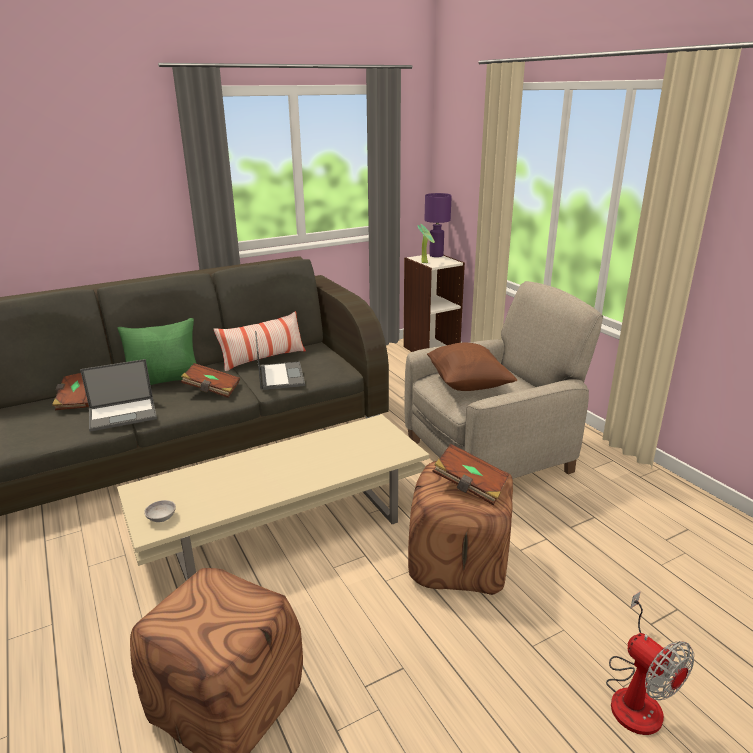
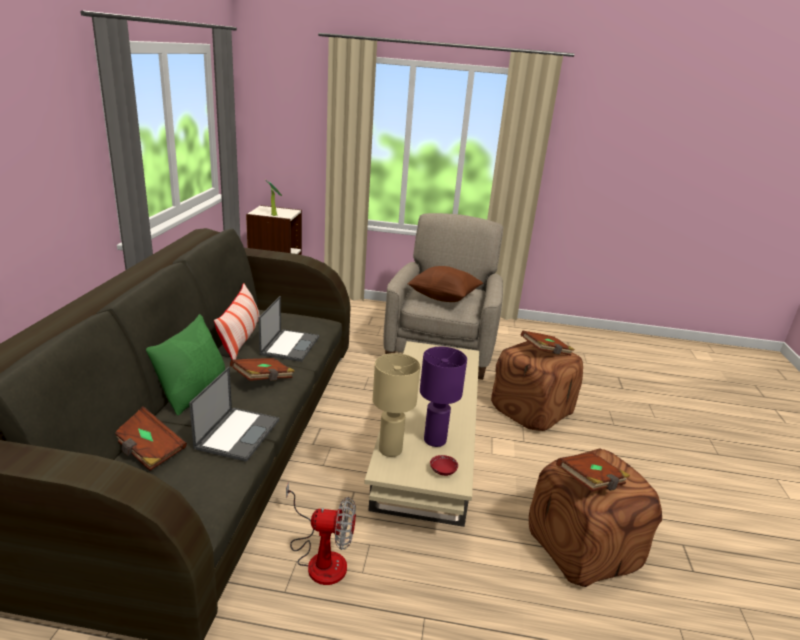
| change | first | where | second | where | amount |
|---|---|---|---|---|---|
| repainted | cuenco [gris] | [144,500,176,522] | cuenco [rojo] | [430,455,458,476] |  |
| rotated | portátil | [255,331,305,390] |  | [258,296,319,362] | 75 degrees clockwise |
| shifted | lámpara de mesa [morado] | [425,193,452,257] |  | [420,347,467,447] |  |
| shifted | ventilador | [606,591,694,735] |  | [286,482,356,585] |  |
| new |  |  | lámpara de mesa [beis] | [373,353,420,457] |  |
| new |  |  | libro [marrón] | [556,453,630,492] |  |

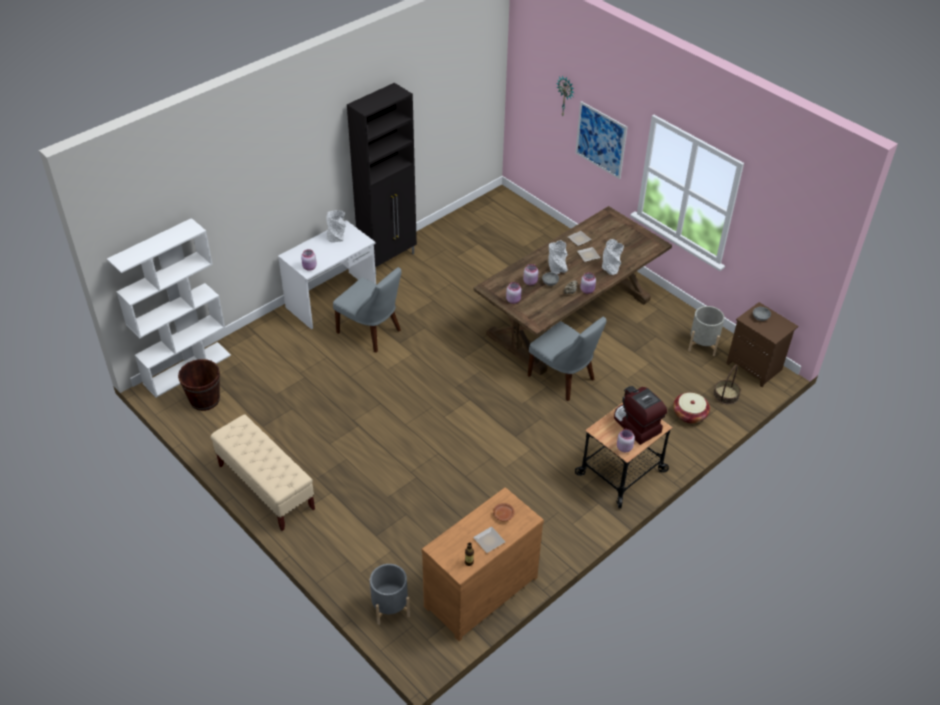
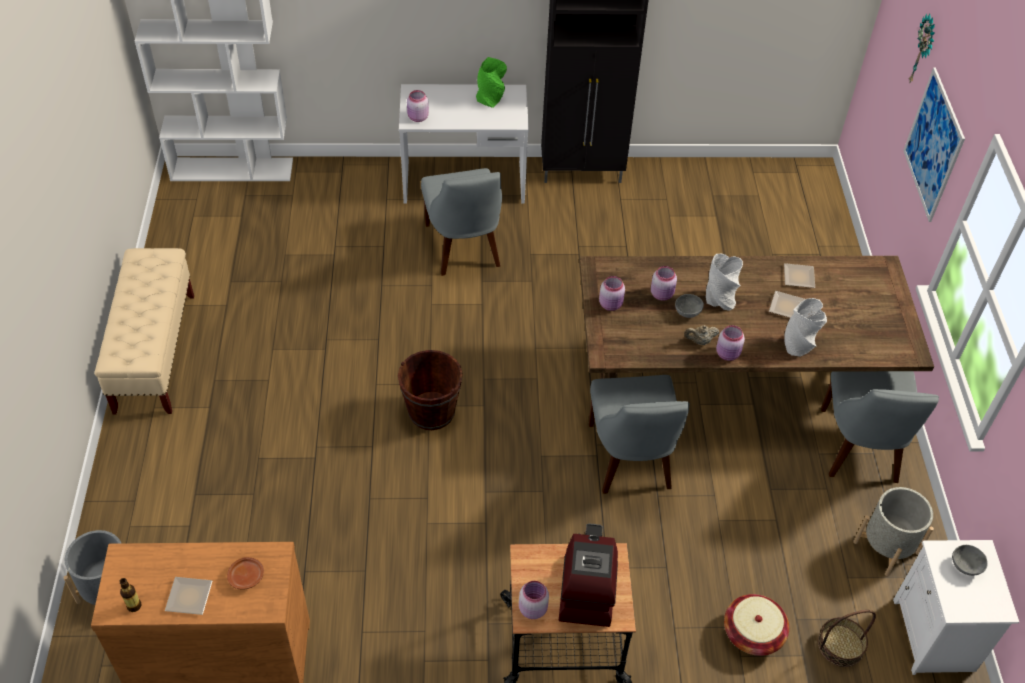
| change | first | where | second | where | amount |
|---|---|---|---|---|---|
| shifted | cubo [marrón] | [178,359,220,411] |  | [398,350,463,430] |  |
| repainted | florero [gris] | [326,210,346,242] | florero [verde] | [476,57,507,108] |  |
| repainted | mesita de noche [marrón] | [726,302,798,387] | mesita de noche [blanco] | [893,540,1019,675] |  |
| new |  |  | silla [gris] | [821,371,939,483] |  |

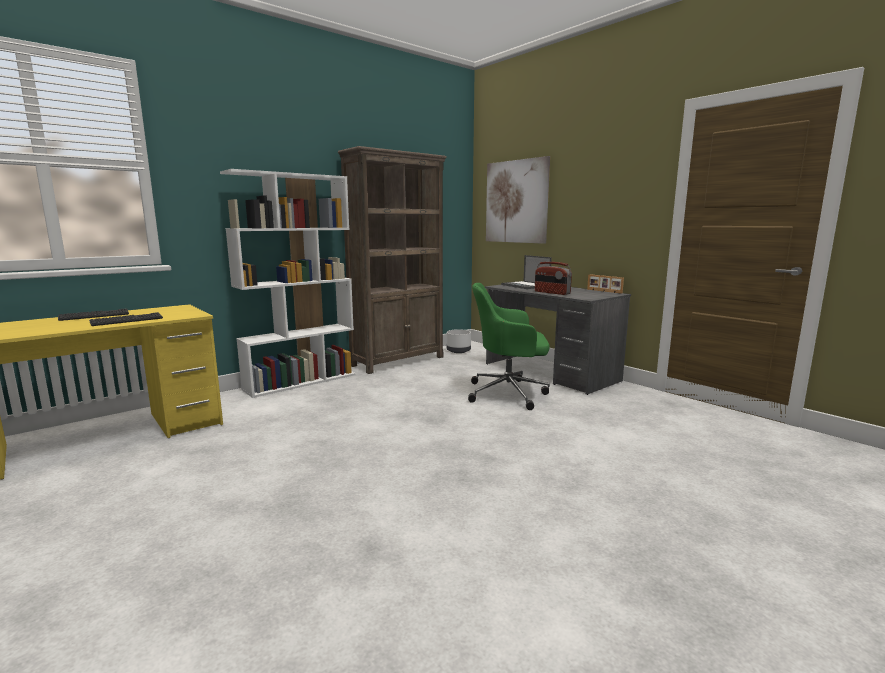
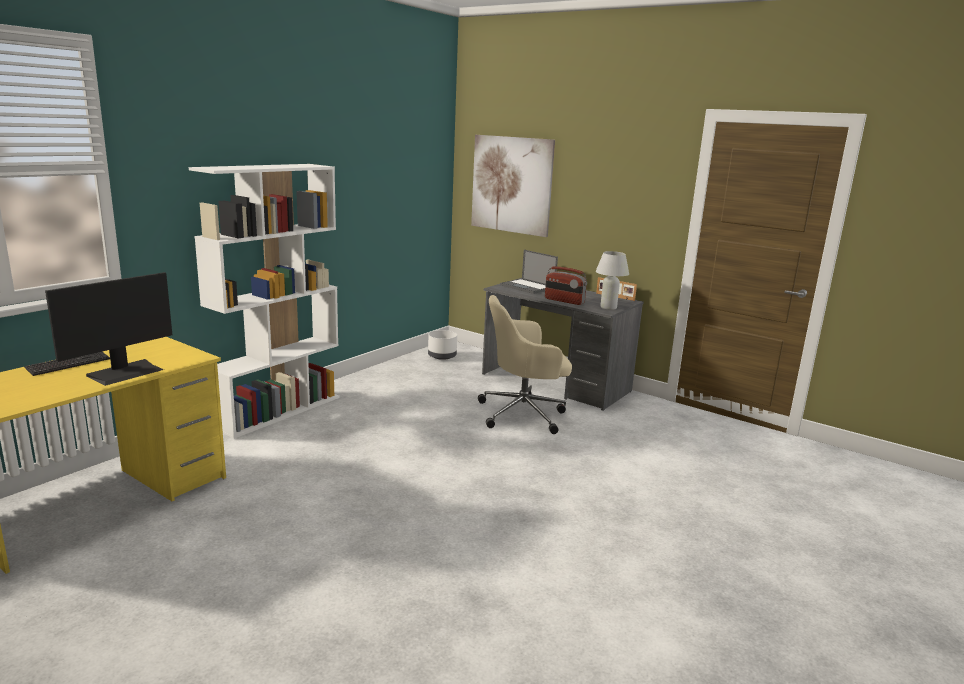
| change | first | where | second | where | amount |
|---|---|---|---|---|---|
| swapped | teclado | [89,312,163,326] | monitor | [45,272,172,386] |  |
| gone | estantería [marrón] | [338,146,447,374] |  |  |  |
| repainted | silla de oficina [verde] | [468,283,550,410] | silla de oficina [beis] | [478,295,572,434] |  |
| new |  |  | lámpara de mesa [blanco] | [596,251,629,310] |  |

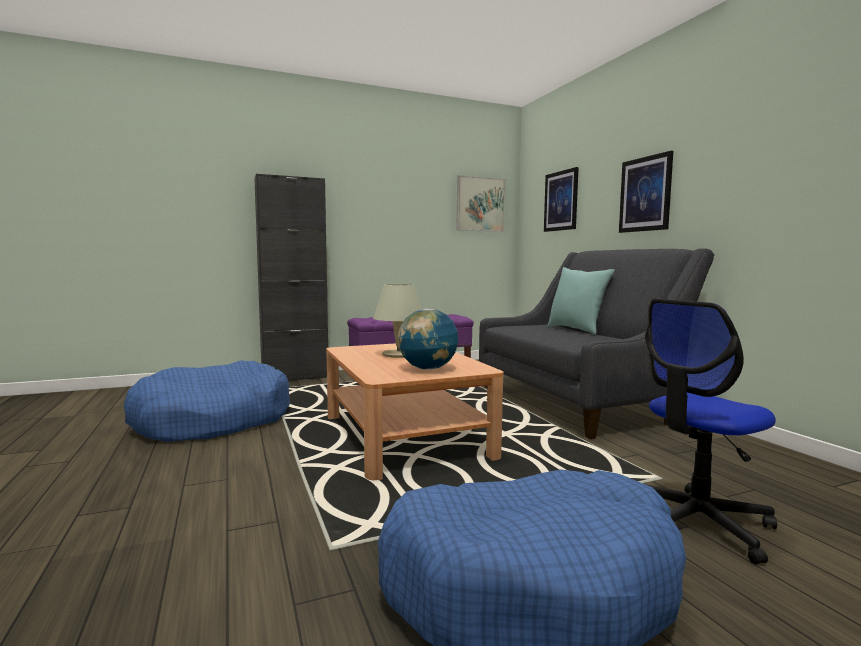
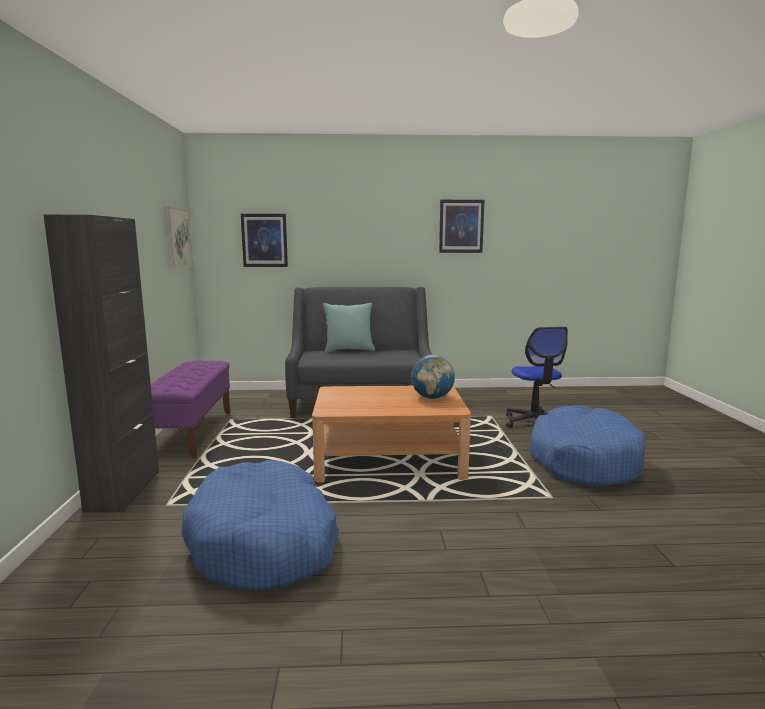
| change | first | where | second | where | amount |
|---|---|---|---|---|---|
| gone | lámpara de mesa [beis] | [373,284,422,358] |  |  |  |
| shifted | cuadro | [619,151,673,233] |  | [439,200,484,253] |  |

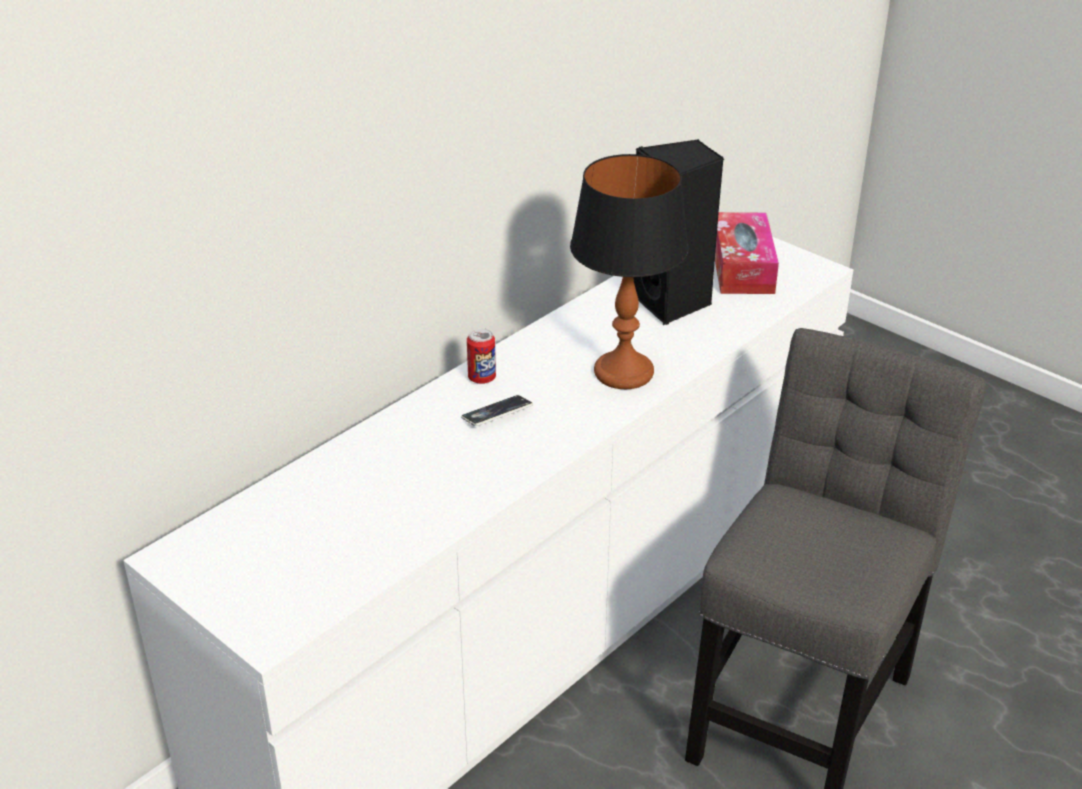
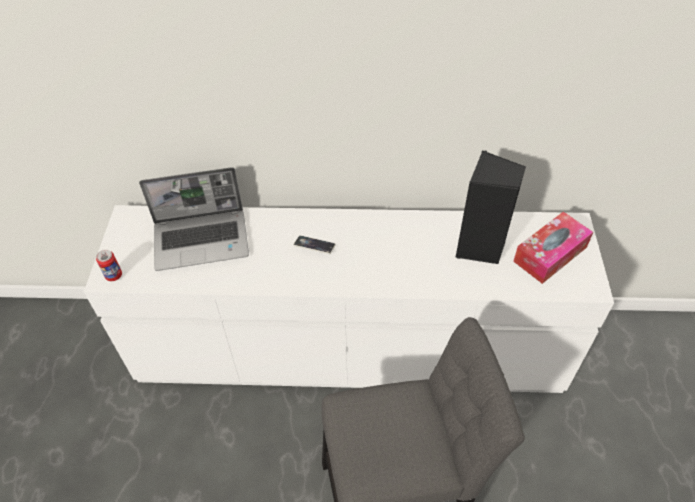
| change | first | where | second | where | amount |
|---|---|---|---|---|---|
| shifted | lata | [467,328,496,384] |  | [96,250,122,281] |  |
| gone | lámpara de mesa | [570,154,689,389] |  |  |  |
| new |  |  | portátil | [139,167,249,271] |  |

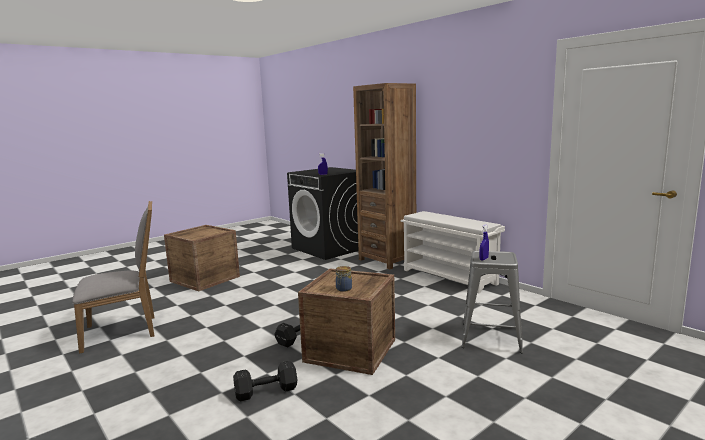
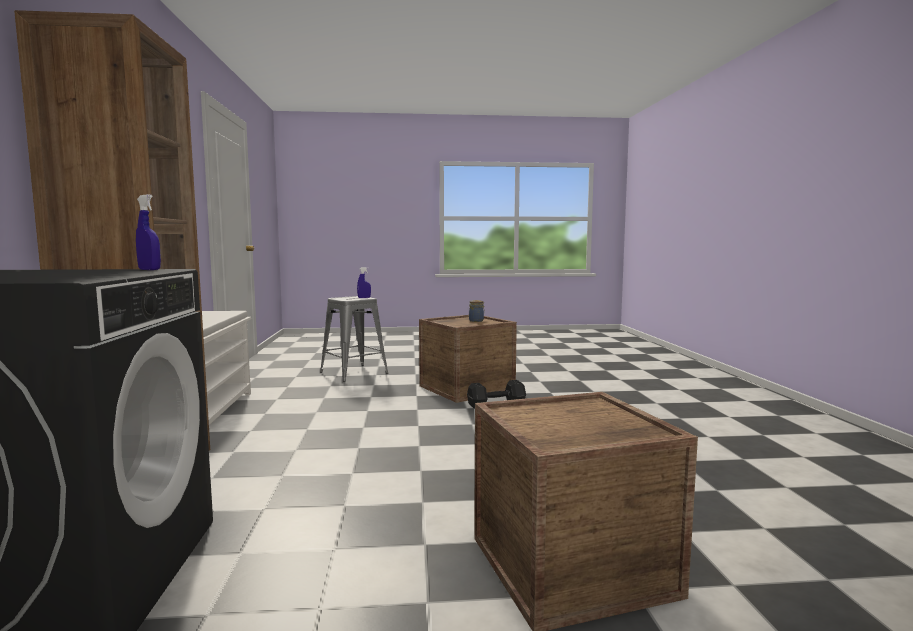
| change | first | where | second | where | amount |
|---|---|---|---|---|---|
| gone | silla [gris] | [72,201,155,354] |  |  |  |
| gone | mancuerna [negro] | [233,361,298,402] |  |  |  |

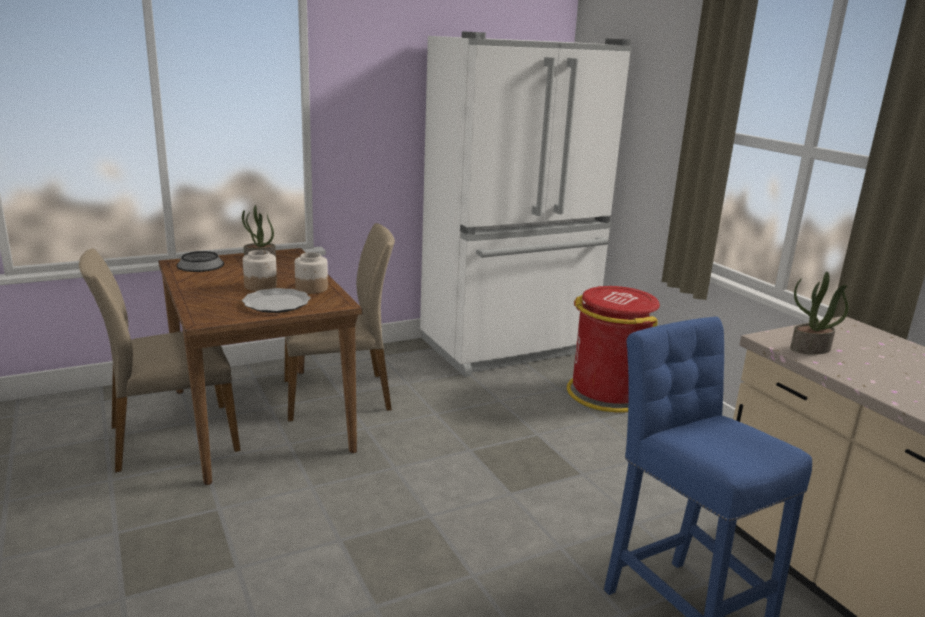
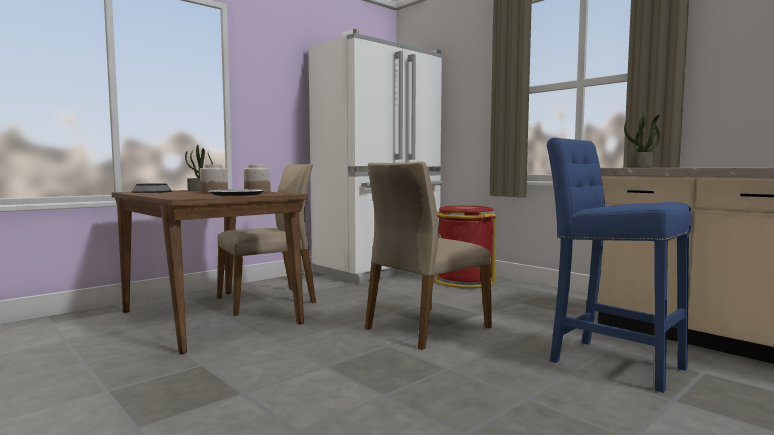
| change | first | where | second | where | amount |
|---|---|---|---|---|---|
| shifted | silla [beis] | [79,248,241,472] |  | [365,162,492,350] |  |

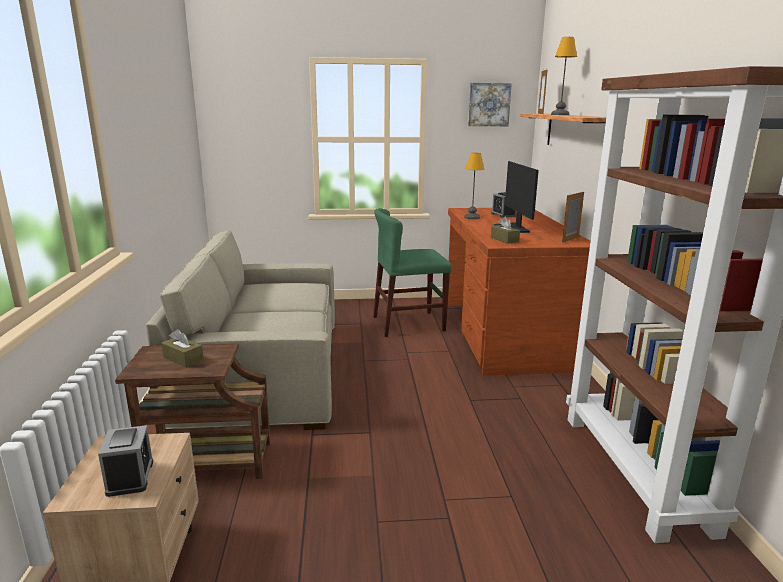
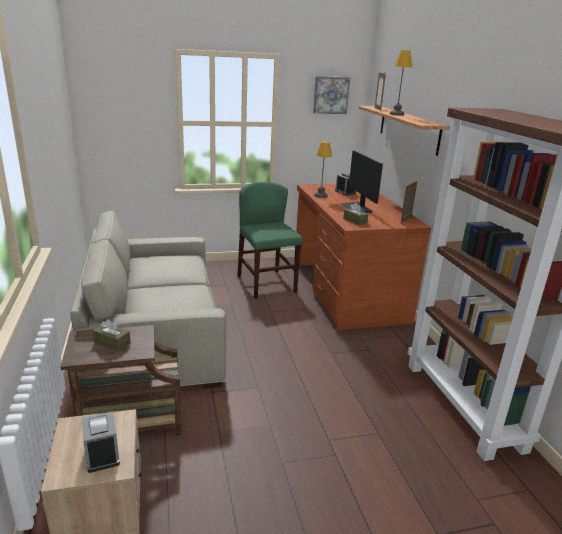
| change | first | where | second | where | amount |
|---|---|---|---|---|---|
| rotated | silla [verde] | [373,208,452,337] |  | [237,182,303,299] | 90 degrees clockwise |

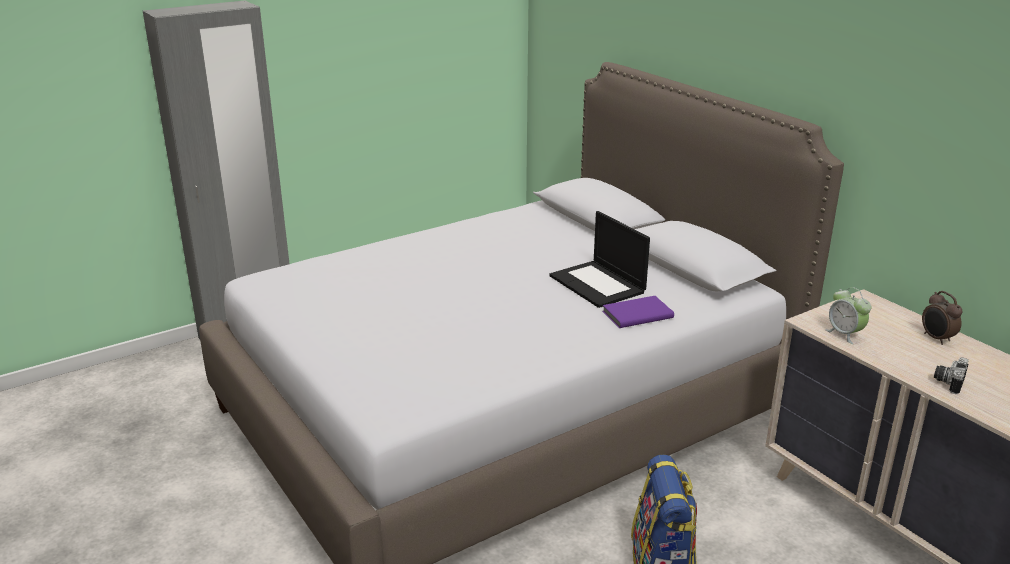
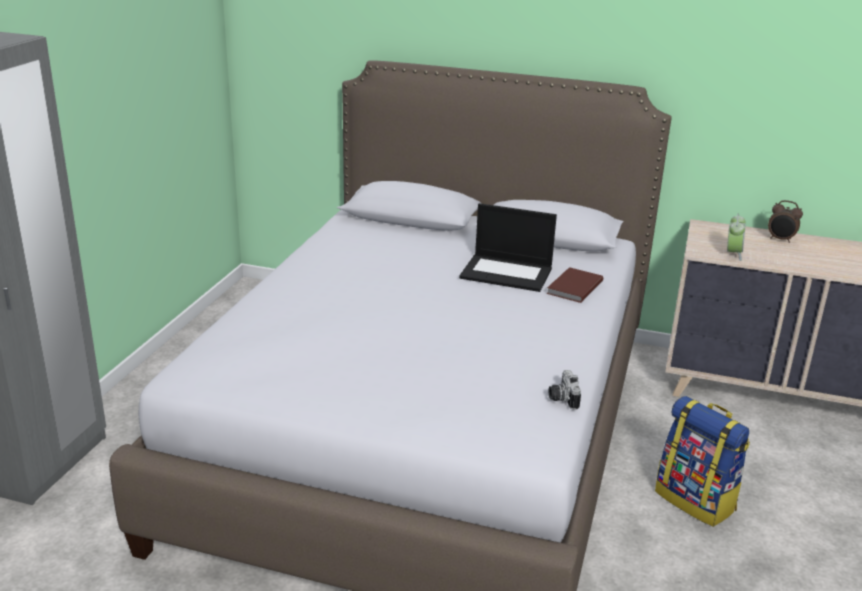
| change | first | where | second | where | amount |
|---|---|---|---|---|---|
| repainted | libro [morado] | [603,296,674,328] | libro [marrón] | [546,267,603,303] |  |
| rotated | despertador | [825,287,871,344] |  | [727,213,746,261] | 90 degrees counterclockwise |
| shifted | cámara | [934,357,969,394] |  | [549,370,581,410] |  |

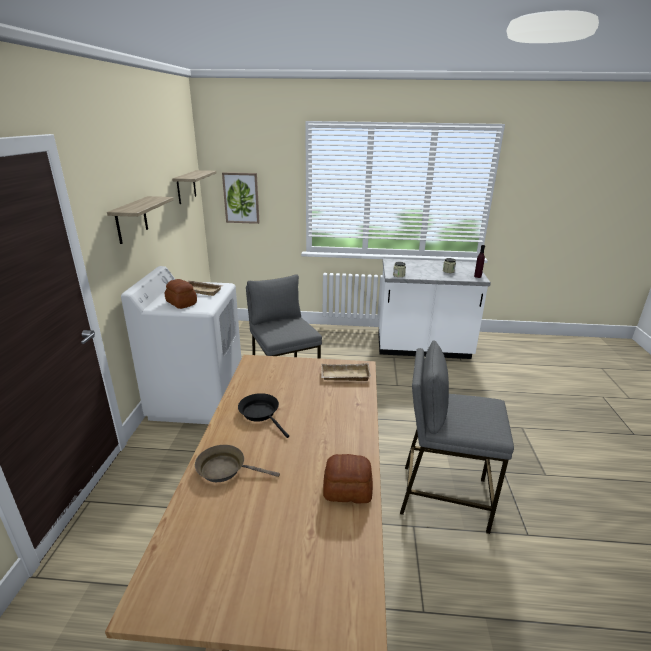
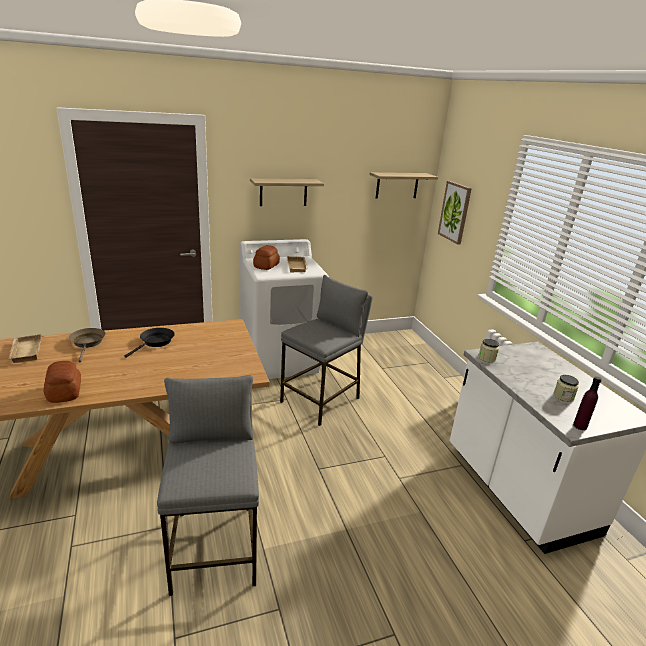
| change | first | where | second | where | amount |
|---|---|---|---|---|---|
| shifted | bandeja [beis] | [321,363,371,381] |  | [8,334,42,363] |  |

